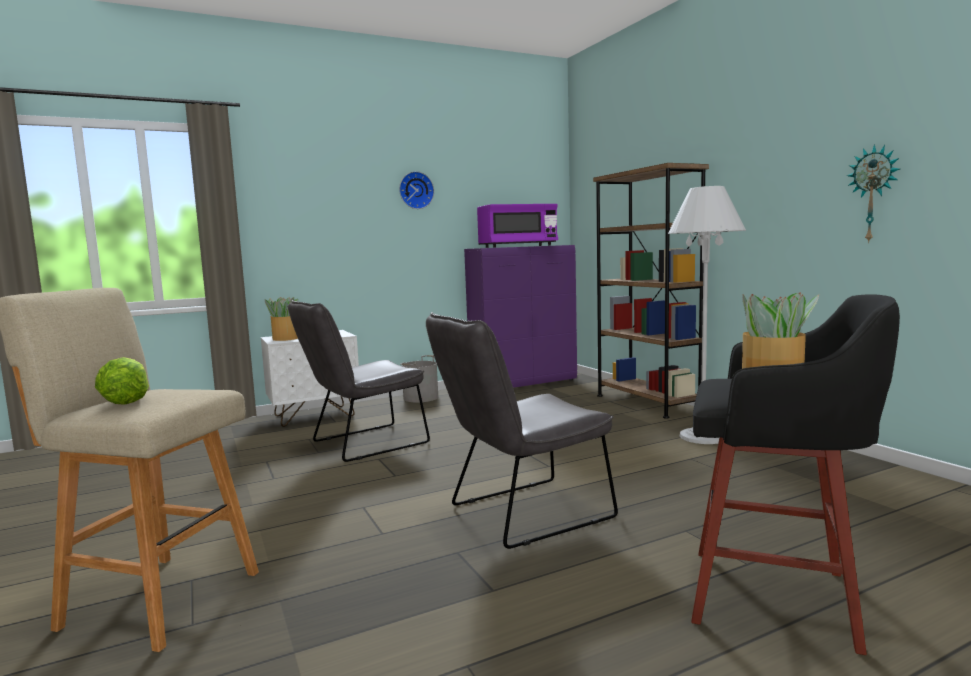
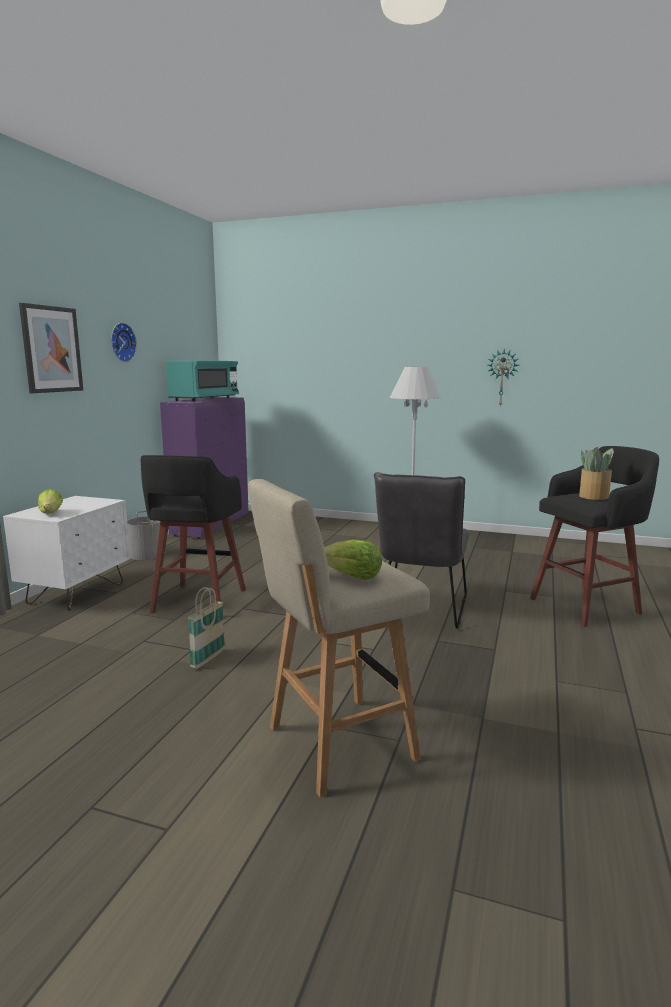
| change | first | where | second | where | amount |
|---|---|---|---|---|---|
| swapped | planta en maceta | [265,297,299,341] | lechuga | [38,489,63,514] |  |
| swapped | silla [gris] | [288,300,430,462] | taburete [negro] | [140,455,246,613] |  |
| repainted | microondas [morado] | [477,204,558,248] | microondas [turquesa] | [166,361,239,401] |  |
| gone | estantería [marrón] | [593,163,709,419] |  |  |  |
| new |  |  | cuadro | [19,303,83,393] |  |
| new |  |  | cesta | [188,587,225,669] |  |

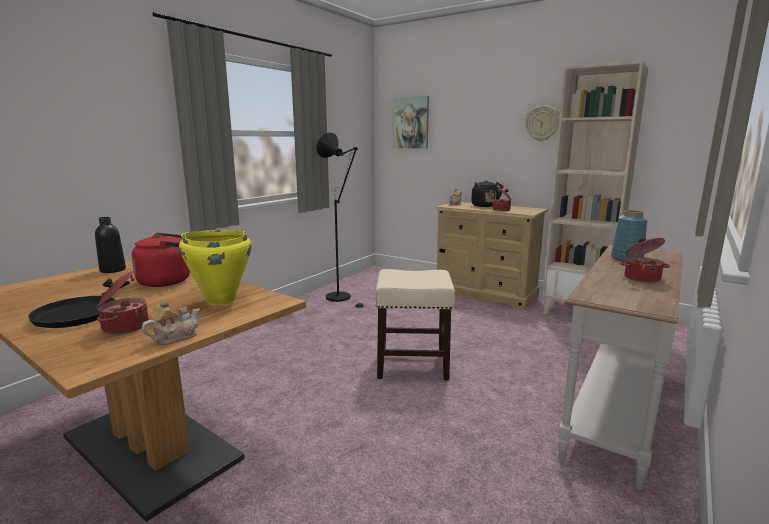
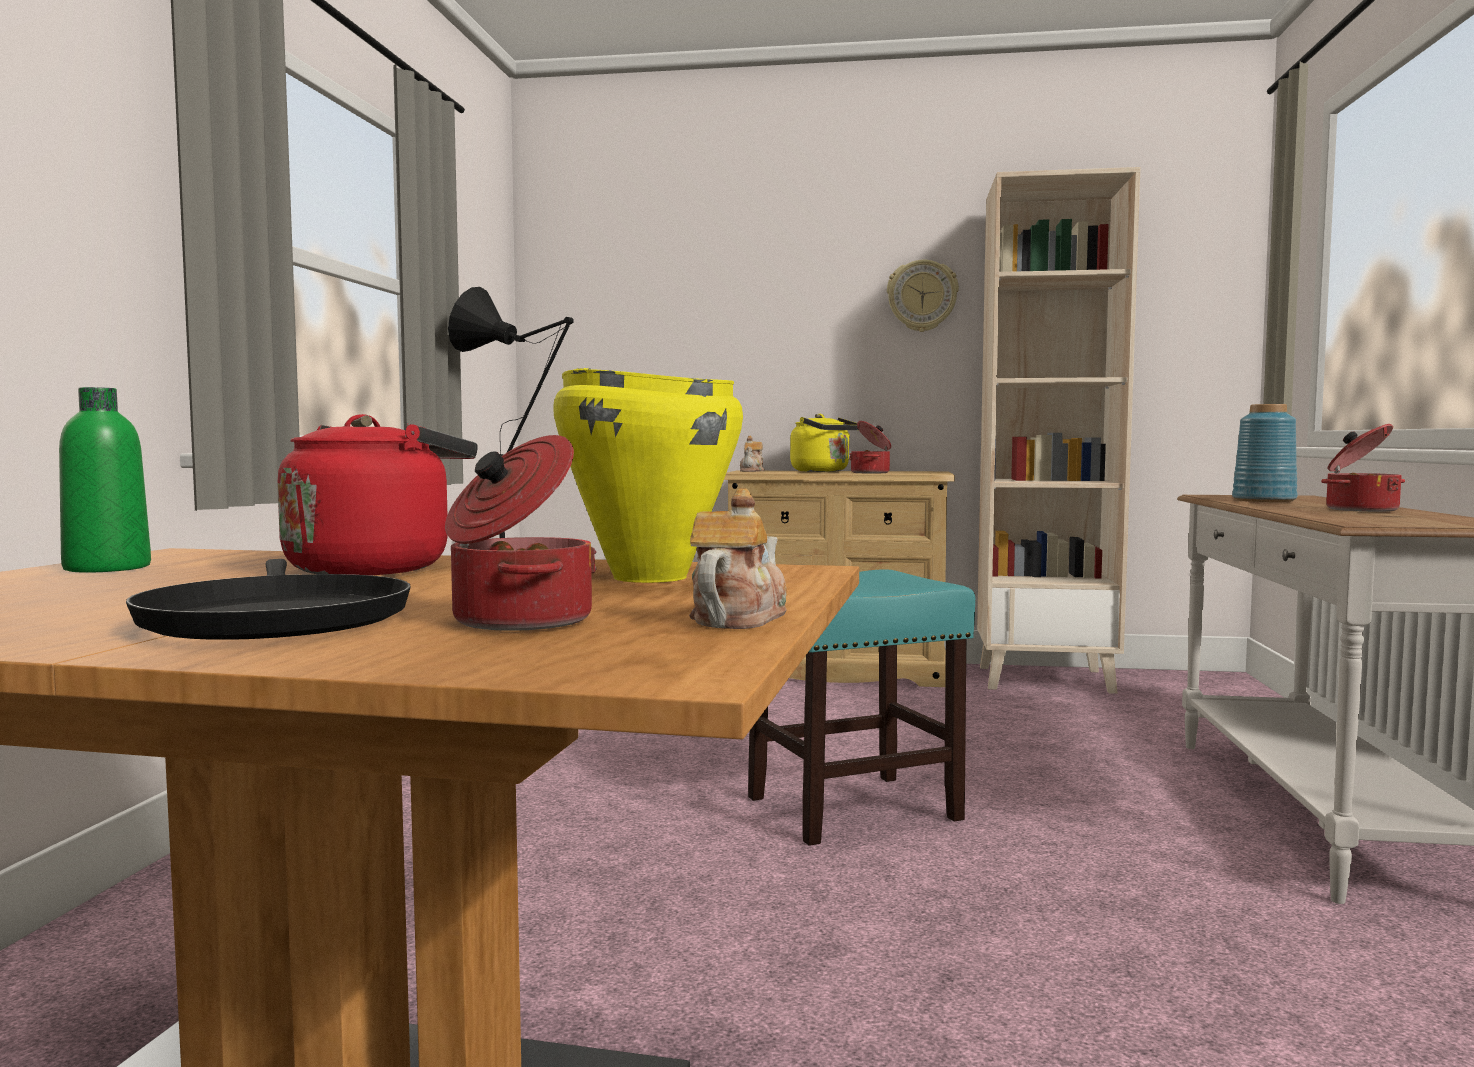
| change | first | where | second | where | amount |
|---|---|---|---|---|---|
| repainted | botella [negro] | [95,217,126,273] | botella [verde] | [59,387,151,573] |  |
| repainted | taburete [beis] | [376,269,455,380] | taburete [turquesa] | [748,569,975,846] |  |
| gone | cuadro | [392,96,429,149] |  |  |  |
| repainted | hervidor [negro] | [471,180,504,207] | hervidor [amarillo] | [790,414,859,472] |  |

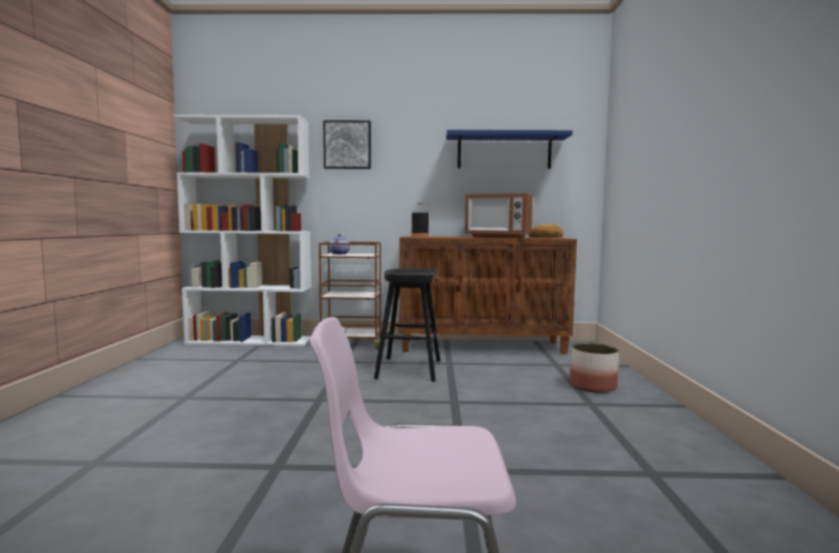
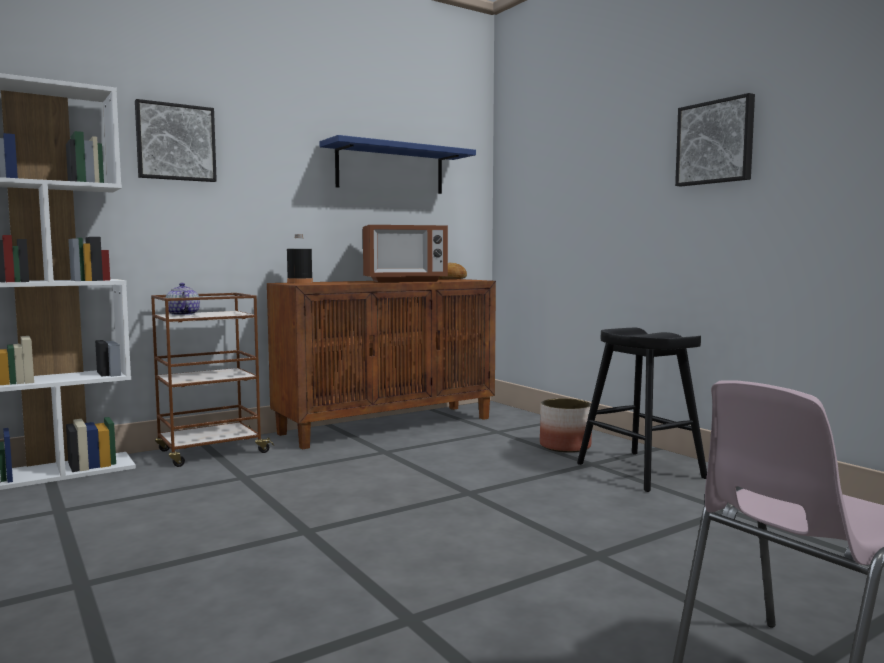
| change | first | where | second | where | amount |
|---|---|---|---|---|---|
| shifted | taburete [negro] | [374,268,440,382] |  | [577,328,707,492] |  |
| new |  |  | cuadro | [675,93,755,186] |  |

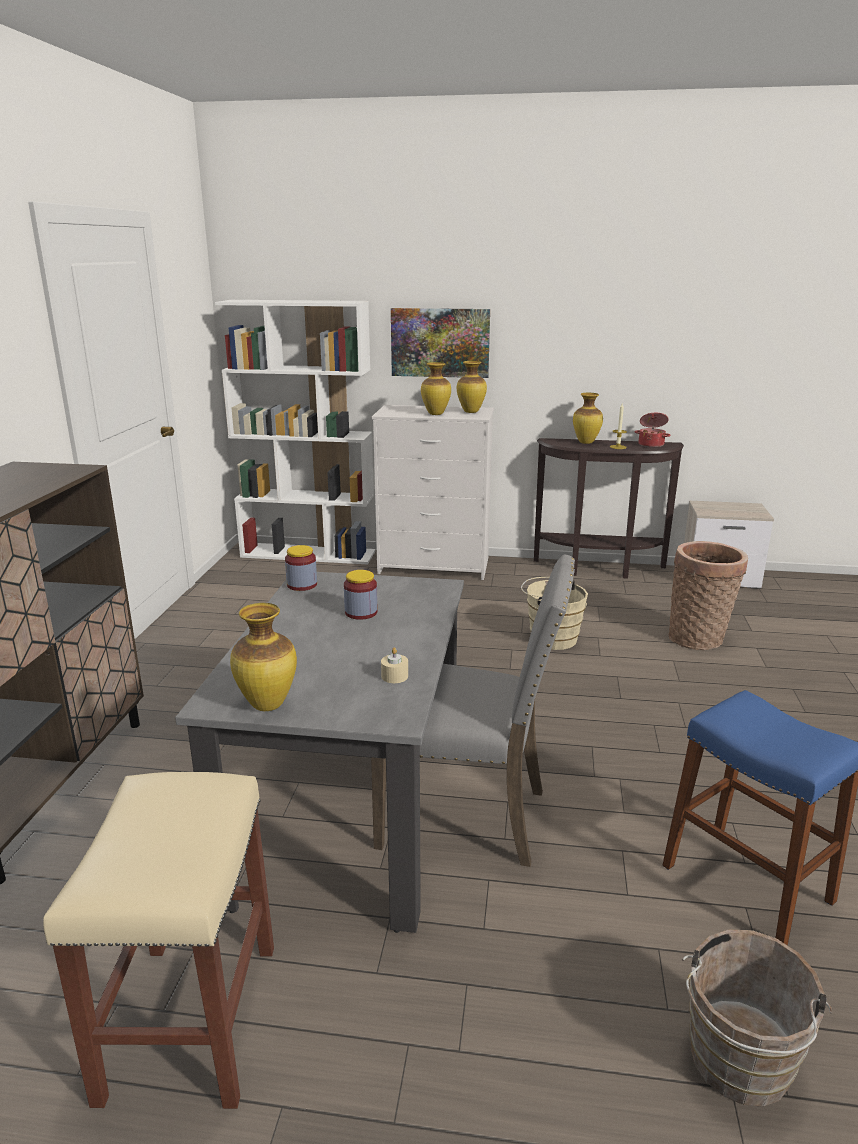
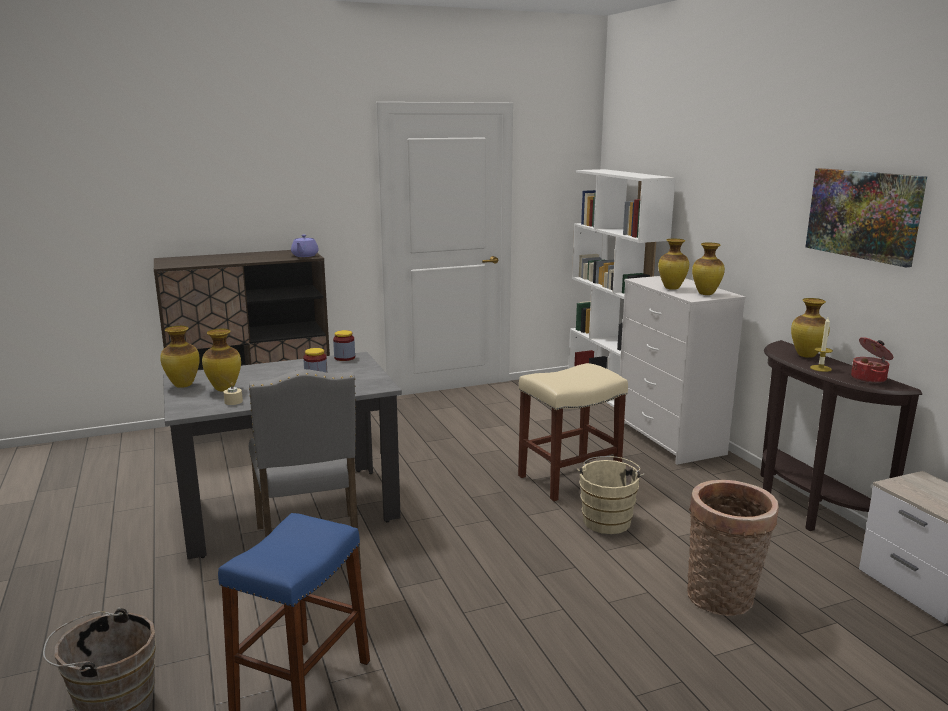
| change | first | where | second | where | amount |
|---|---|---|---|---|---|
| shifted | taburete [beis] | [43,772,274,1109] |  | [518,363,628,501] |  |
| shifted | cuadro | [391,308,490,378] |  | [805,168,927,267] |  |
| new |  |  | florero | [202,329,241,391] |  |
| new |  |  | tetera [morado] | [291,235,319,257] |  |

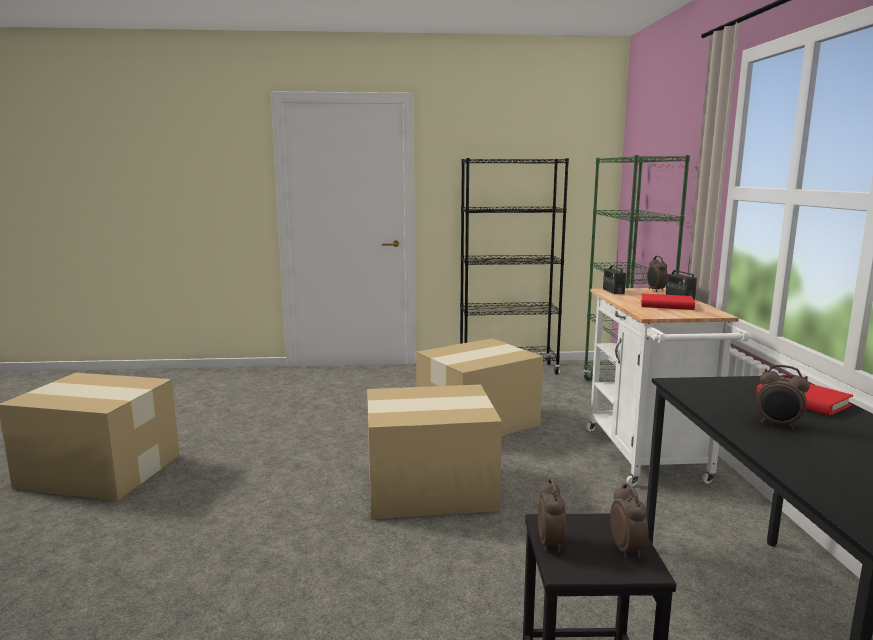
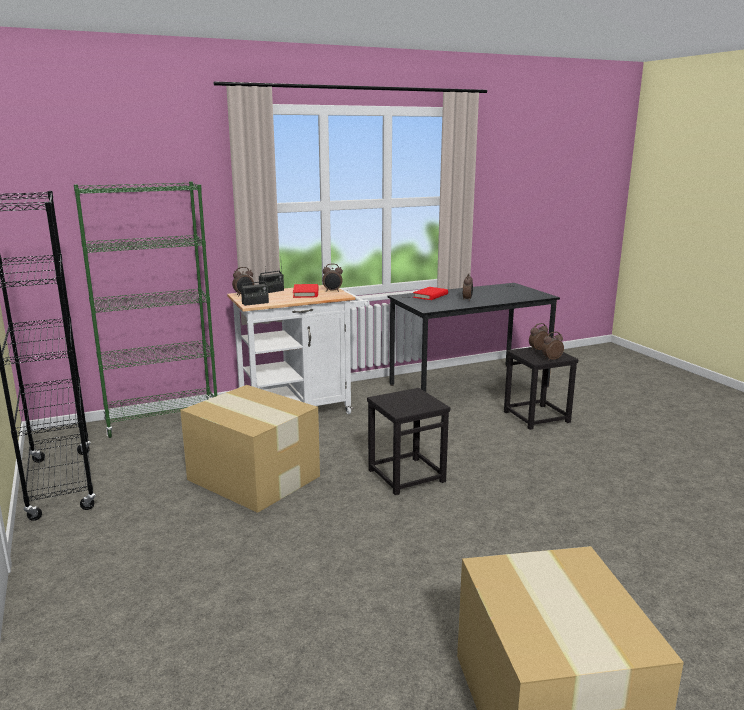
| change | first | where | second | where | amount |
|---|---|---|---|---|---|
| swapped | caja de cartón | [367,385,502,519] | taburete [negro] | [367,388,450,495] |  |
| new |  |  | despertador | [322,264,343,292] |  |

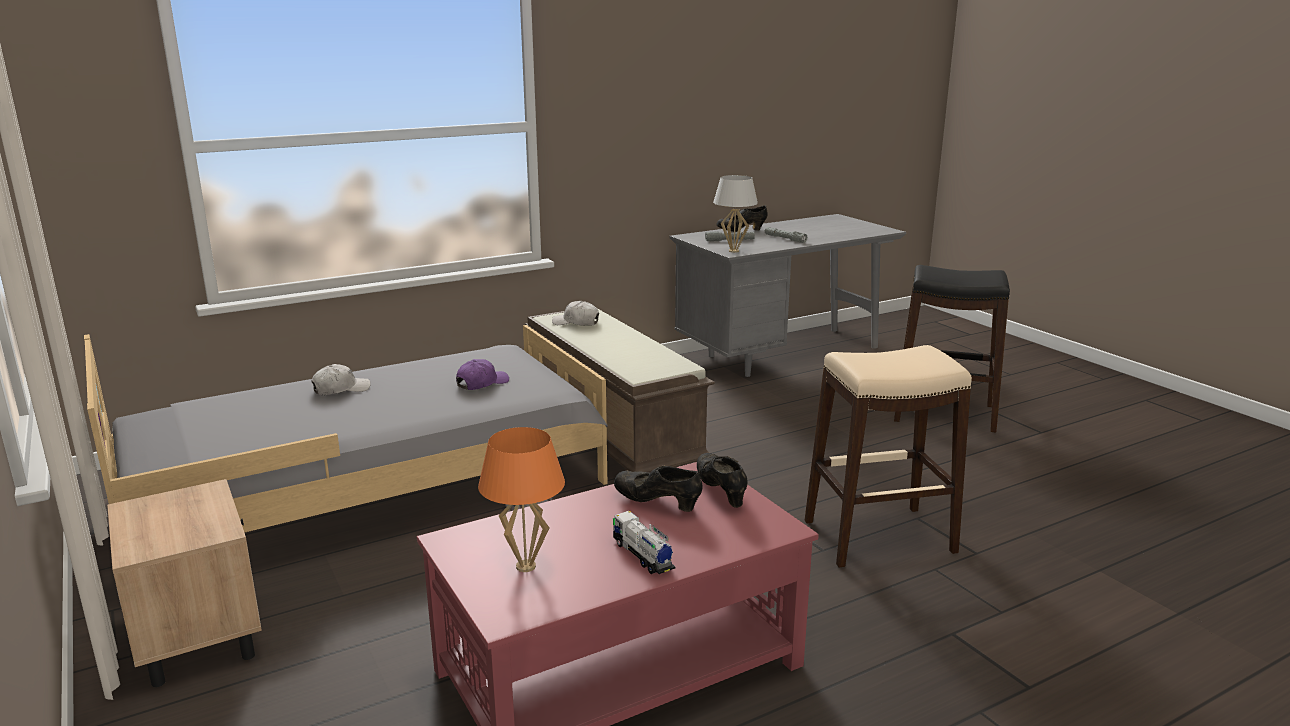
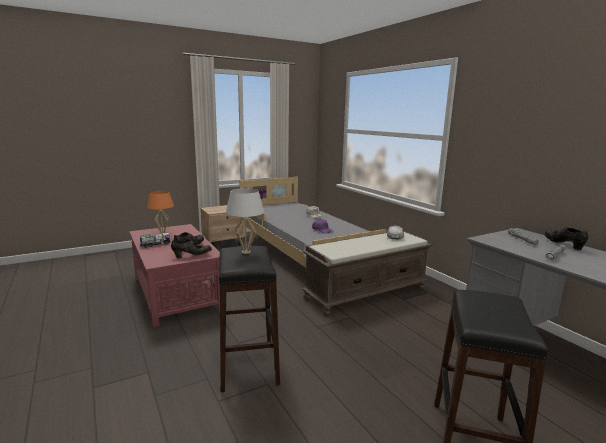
| change | first | where | second | where | amount |
|---|---|---|---|---|---|
| shifted | lámpara de mesa [blanco] | [713,175,758,253] |  | [226,188,264,254] |  |
| repainted | taburete [beis] | [805,345,972,567] | taburete [negro] | [219,246,280,392] |  |

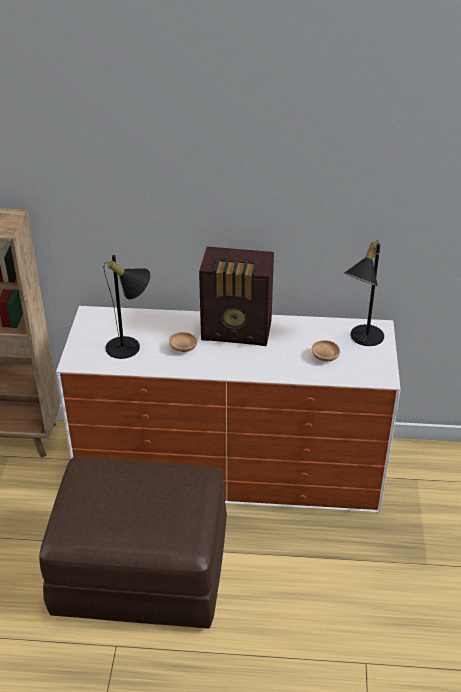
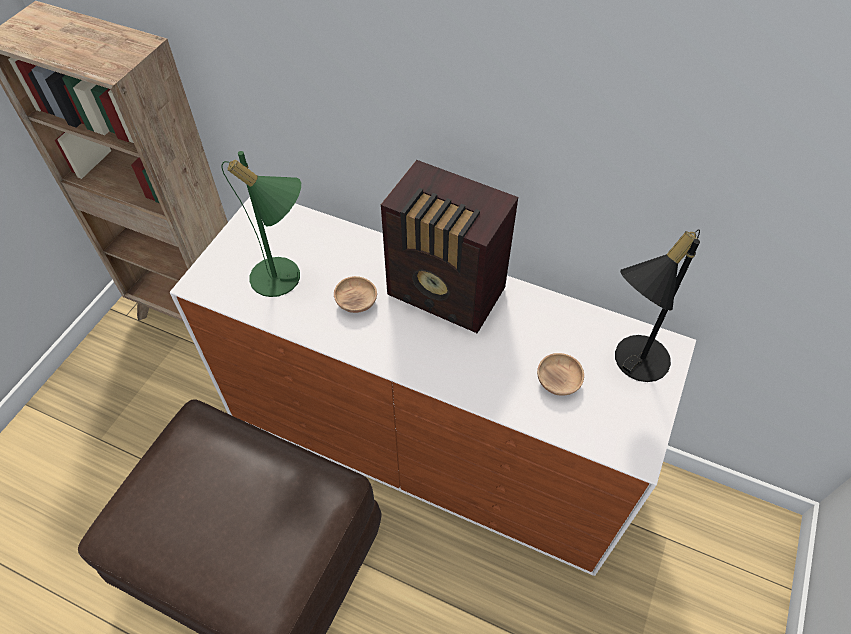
| change | first | where | second | where | amount |
|---|---|---|---|---|---|
| repainted | lámpara de mesa [negro] | [104,255,150,359] | lámpara de mesa [verde] | [222,151,301,297] |  |

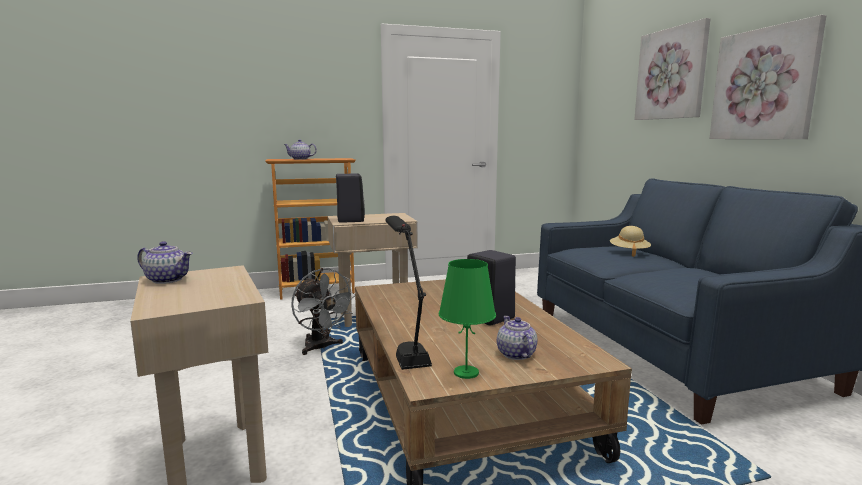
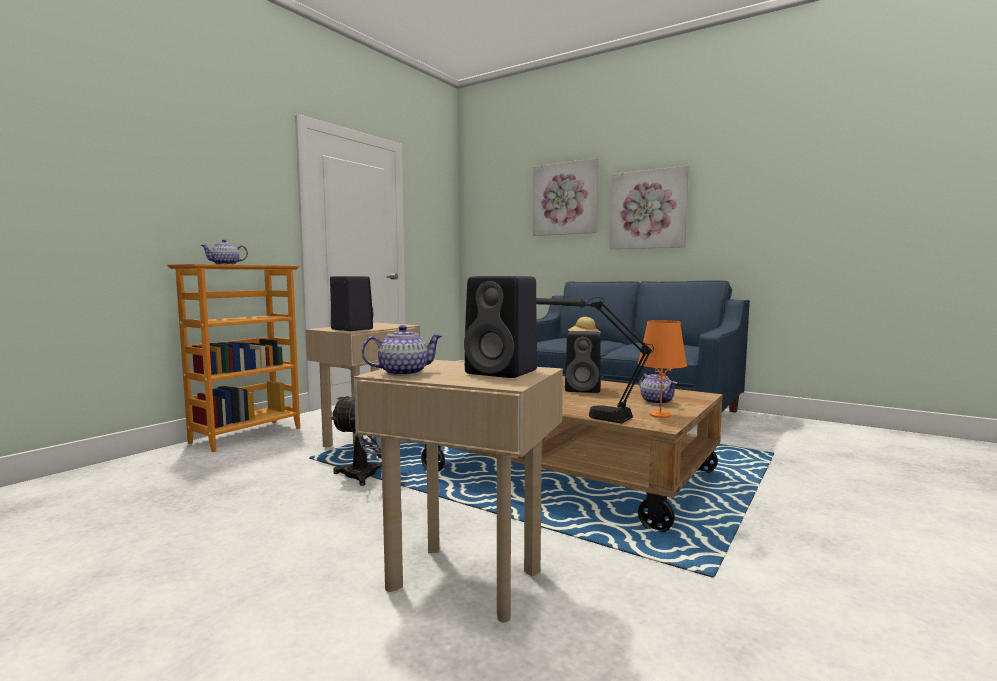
| change | first | where | second | where | amount |
|---|---|---|---|---|---|
| repainted | lámpara de mesa [verde] | [439,259,496,379] | lámpara de mesa [naranja] | [638,320,687,418] |  |
| rotated | tetera | [497,316,537,360] |  | [639,371,677,404] | 150 degrees counterclockwise |
| new |  |  | altavoz [negro] | [464,276,537,378] |  |

